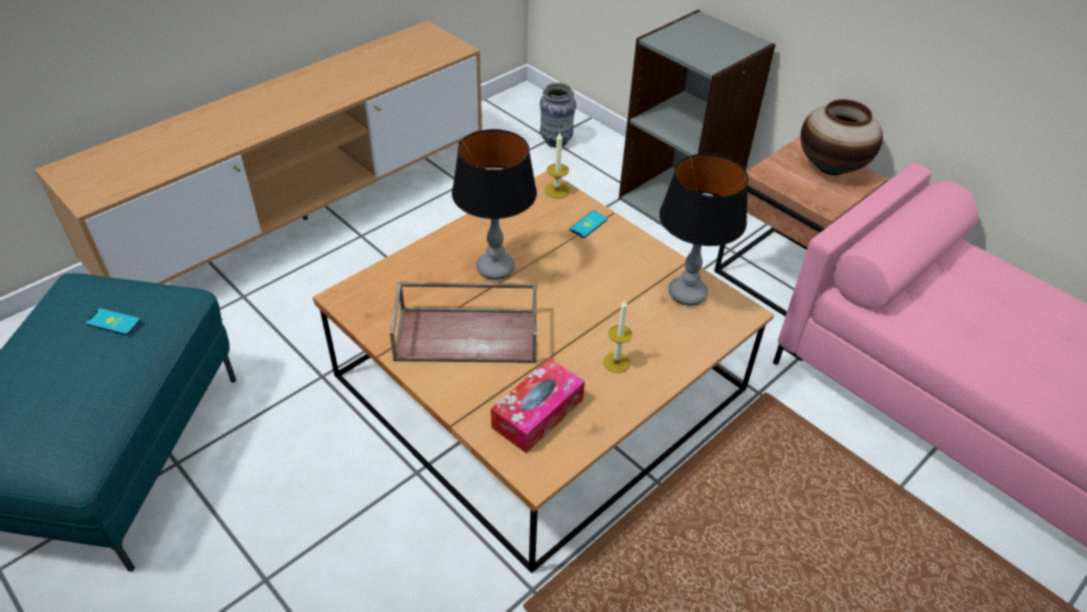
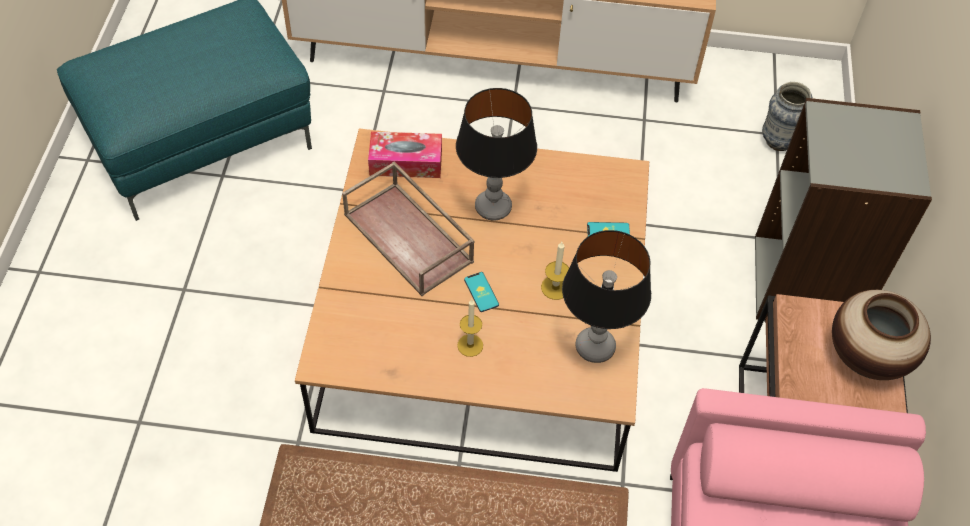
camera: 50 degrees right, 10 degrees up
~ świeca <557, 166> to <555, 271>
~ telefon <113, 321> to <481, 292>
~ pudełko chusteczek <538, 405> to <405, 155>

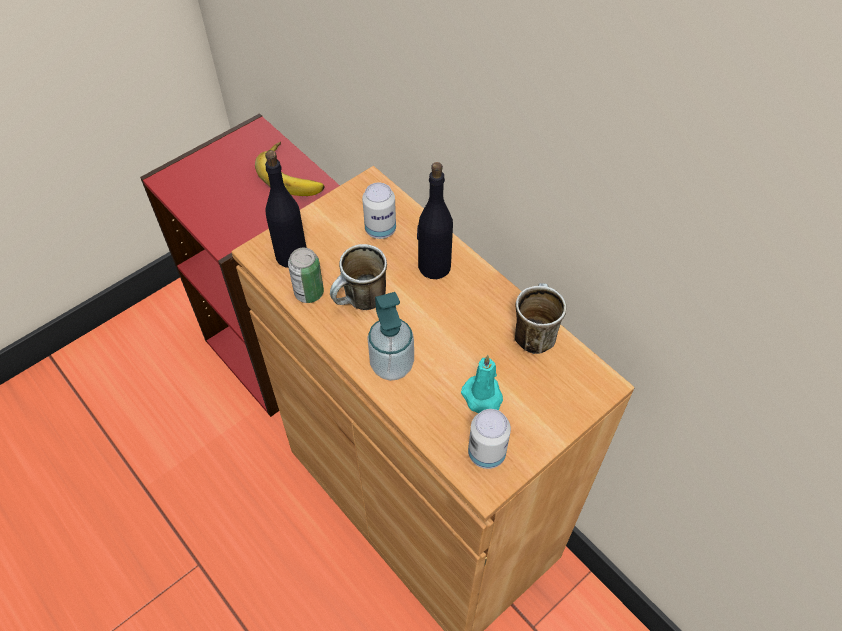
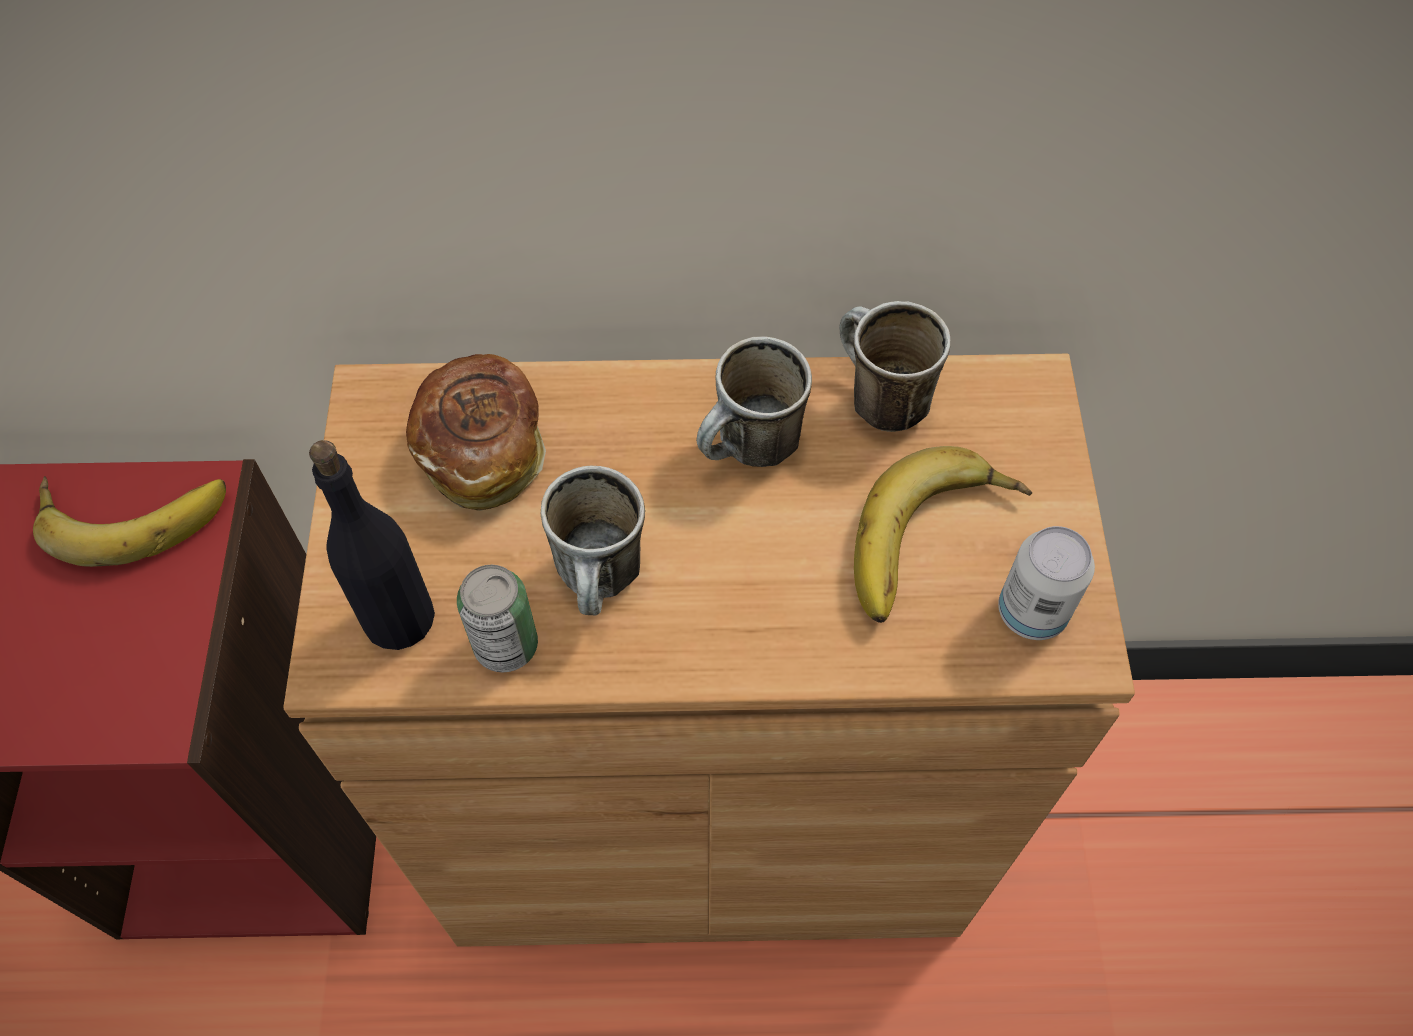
camera: 50 degrees left, 5 degrees up
- butelka [czarny] <435, 220>
~ puszka <379, 210> to chleb <476, 432>
- dozownik mydła <390, 336>
~ świeca [turkusowy] <482, 384> to banan <943, 534>
+ kubek <754, 401>

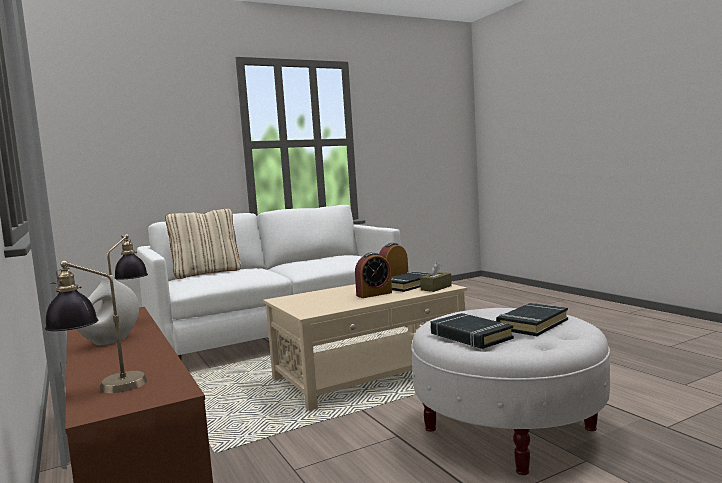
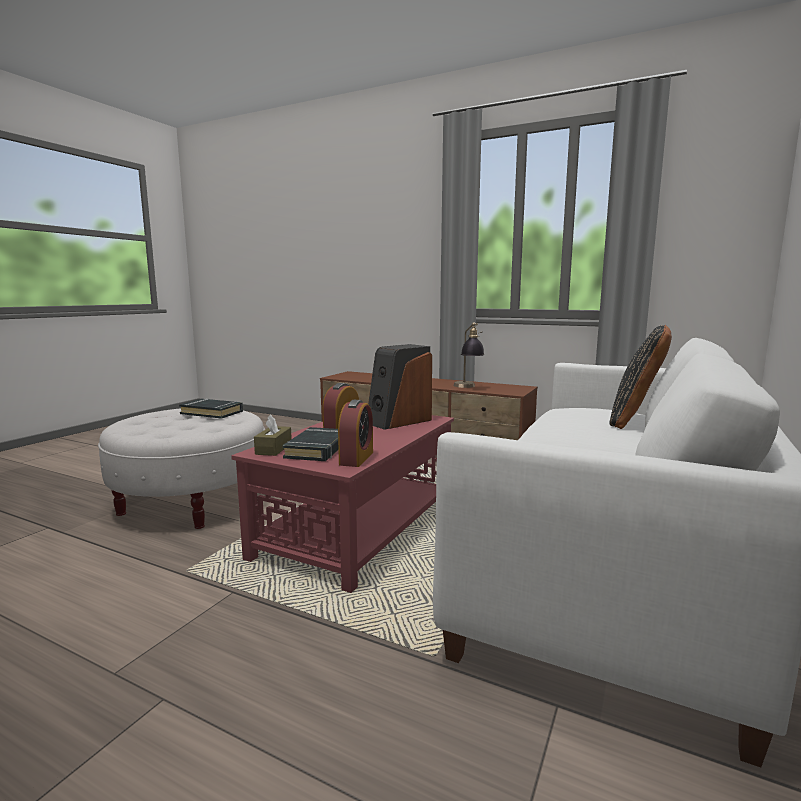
camera: 145 degrees right, 5 degrees up
~ poduszka [beżowy] <203, 243> to poduszka [czarny] <640, 377>
- lampa stołowa <96, 326>
- wazon [biały] <108, 310>
~ ława [beżowy] <365, 347> to ława [czerwony] <342, 504>
- książka [czarny] <532, 319>
+ głośnik <400, 387>

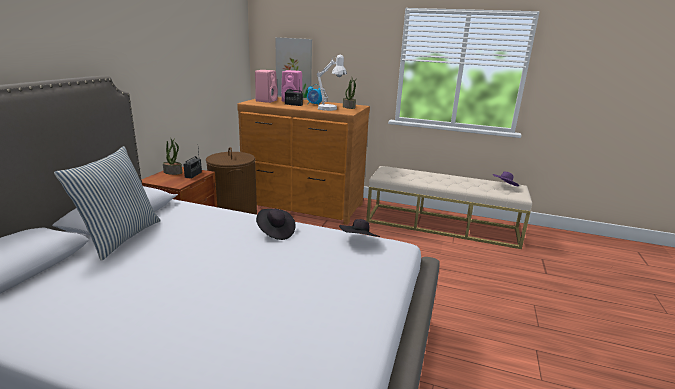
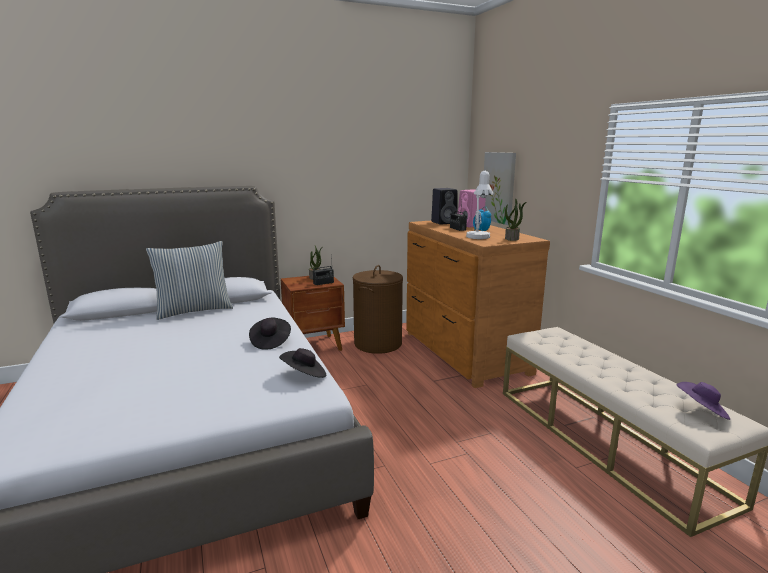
camera: 50 degrees right, 5 degrees down
~ głośnik [różowy] <266, 86> to głośnik [czarny] <444, 206>

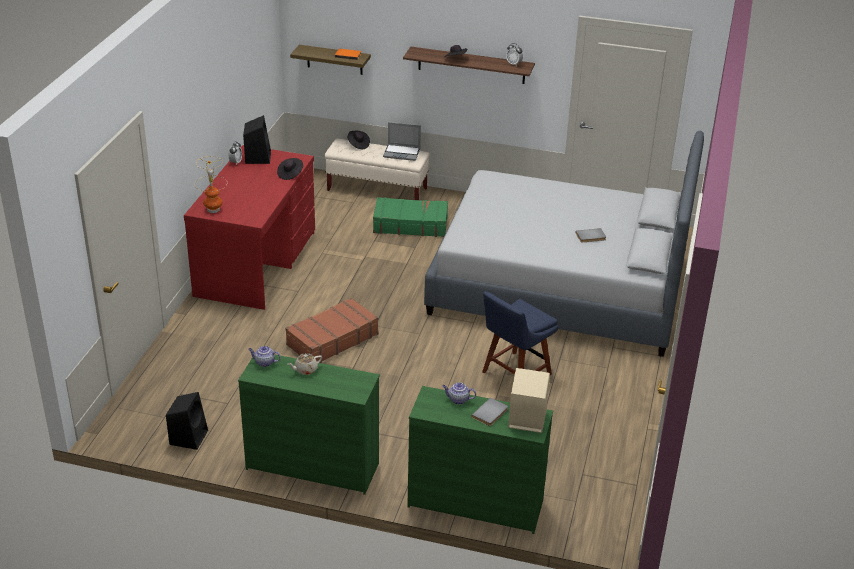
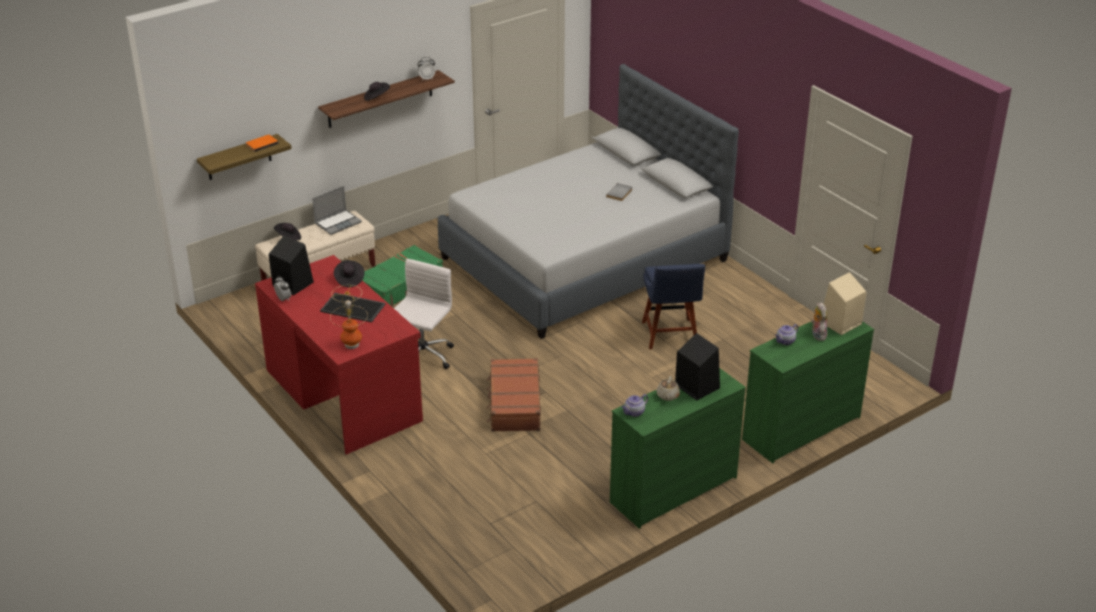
camera: 50 degrees left, 0 degrees up
~ głośnik [czarny] <187, 421> to <697, 366>
~ książka [szary] <490, 411> to pluszak <819, 321>
+ krzesło biurowe [biały] <424, 314>
+ taca <352, 307>

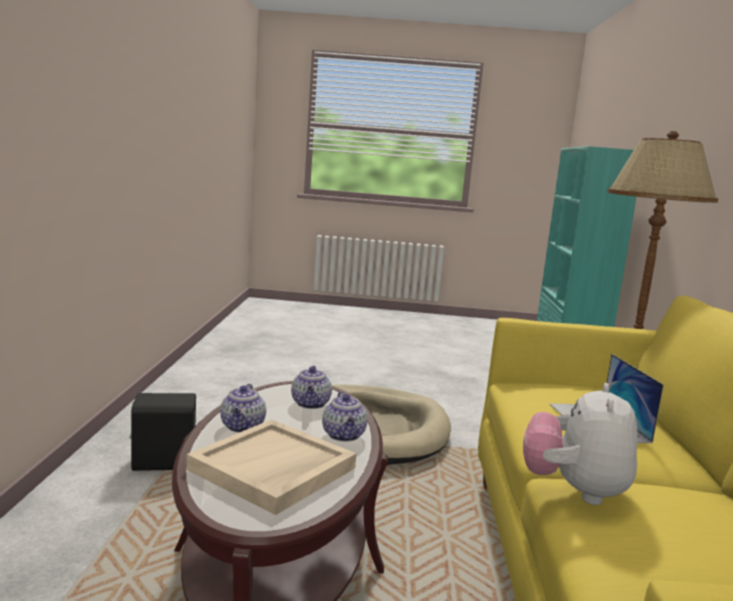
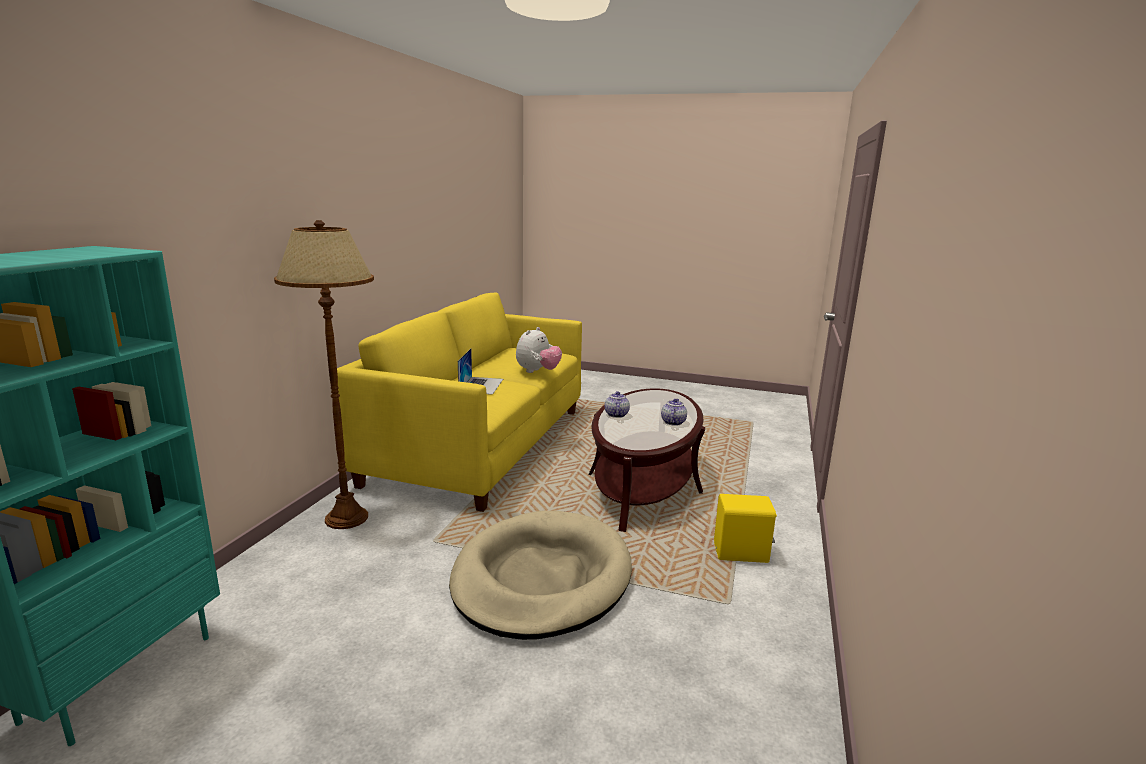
camera: 165 degrees left, 5 degrees up
- imbryk <311, 387>
~ głośnik [czarny] <163, 432> to głośnik [żółty] <745, 528>
- taca [beżowy] <271, 467>

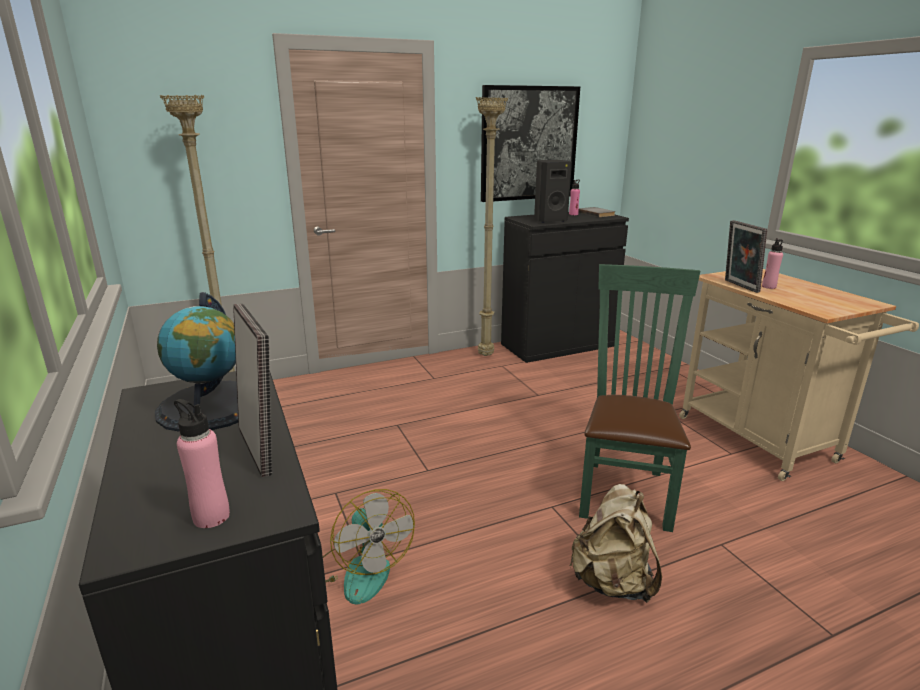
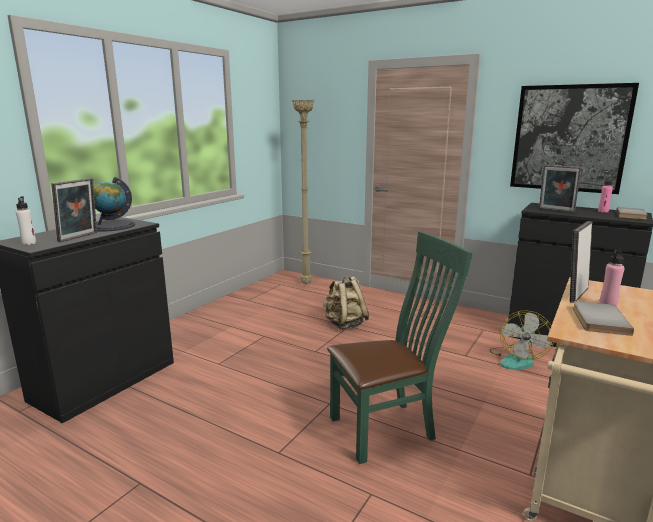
camera: 55 degrees right, 5 degrees down
- lampa stojąca [beżowy] <492, 226>
~ głośnik [czarny] <553, 191> to ramka na zdjęcie <560, 188>
~ butelka [różowy] <202, 463> to butelka [biały] <26, 220>
~ plecak [beżowy] <615, 543> to <346, 303>
~ wentylator <369, 546> to <522, 340>
+ książka [szary] <603, 318>

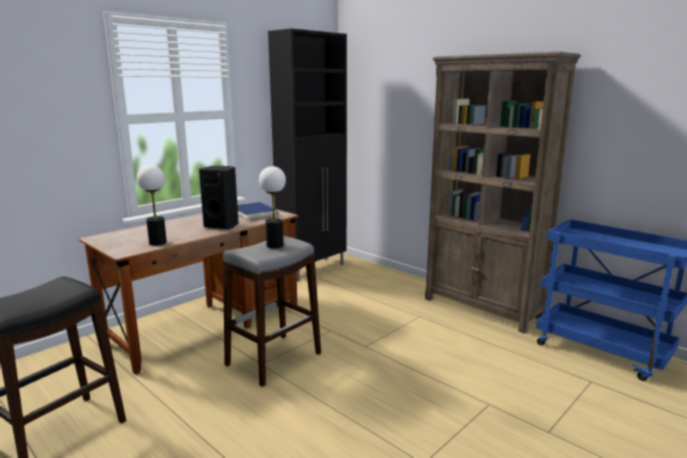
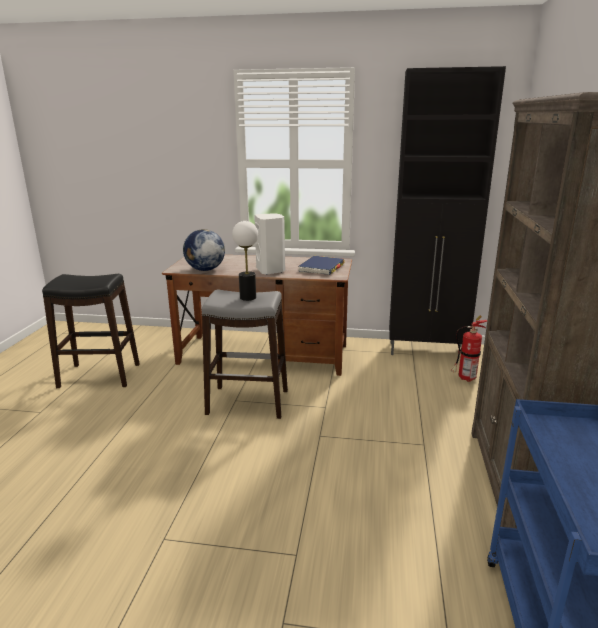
camera: 55 degrees right, 5 degrees up
~ lampa stołowa <152, 205> to globus <204, 250>
~ głośnik [czarny] <218, 198> to głośnik [biały] <269, 244>
+ gaśnica <469, 348>

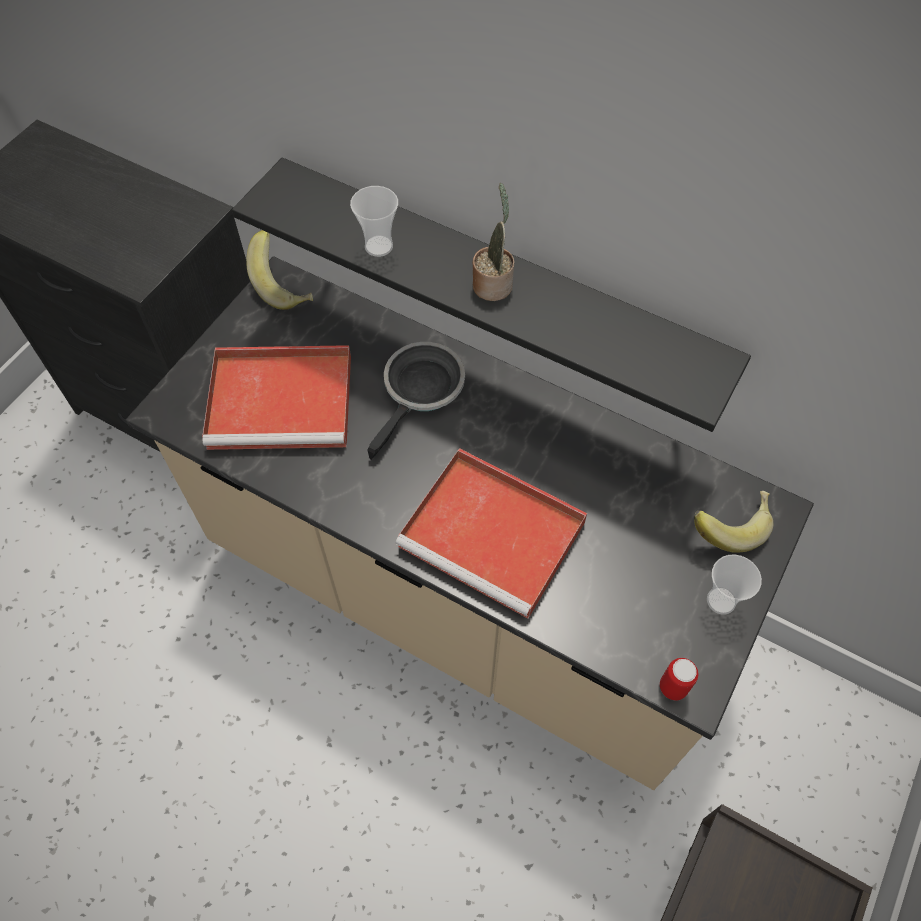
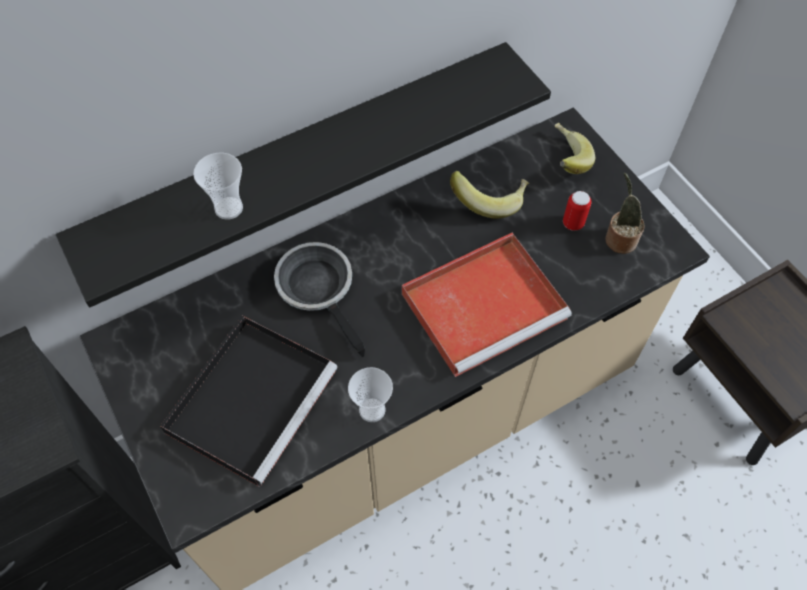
camera: 60 degrees left, 0 degrees up
~ roślina doniczkowa <493, 242> to <624, 213>
~ banan <279, 270> to <489, 195>
~ taca [czerwony] <276, 397> to taca [czarny] <249, 401>
~ filiżanka <734, 584> to <370, 394>
~ puszka <679, 679> to <577, 211>

